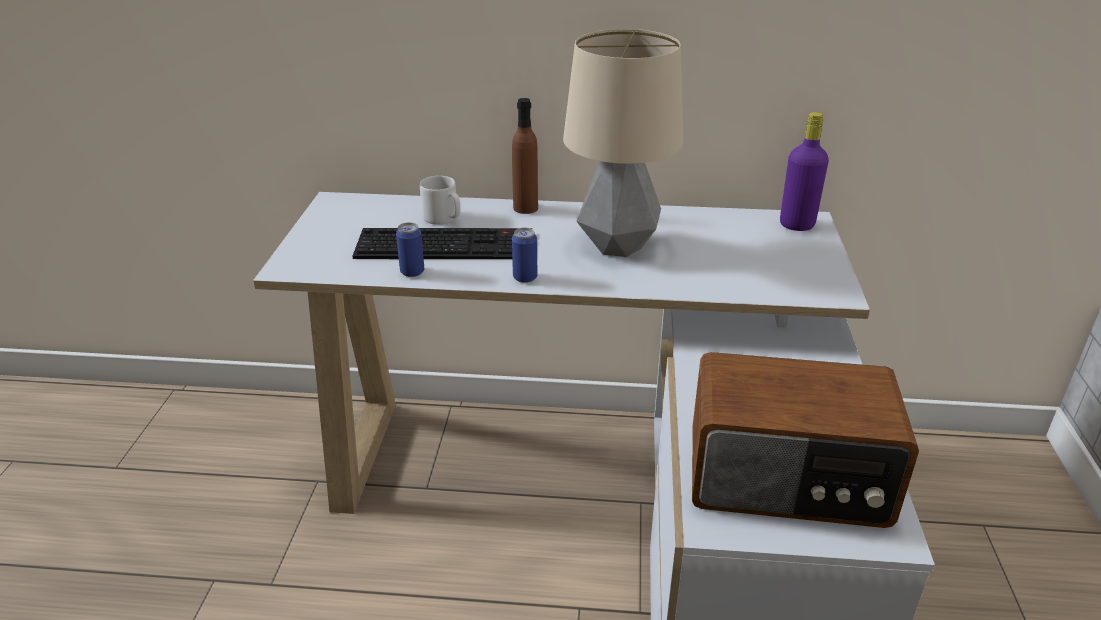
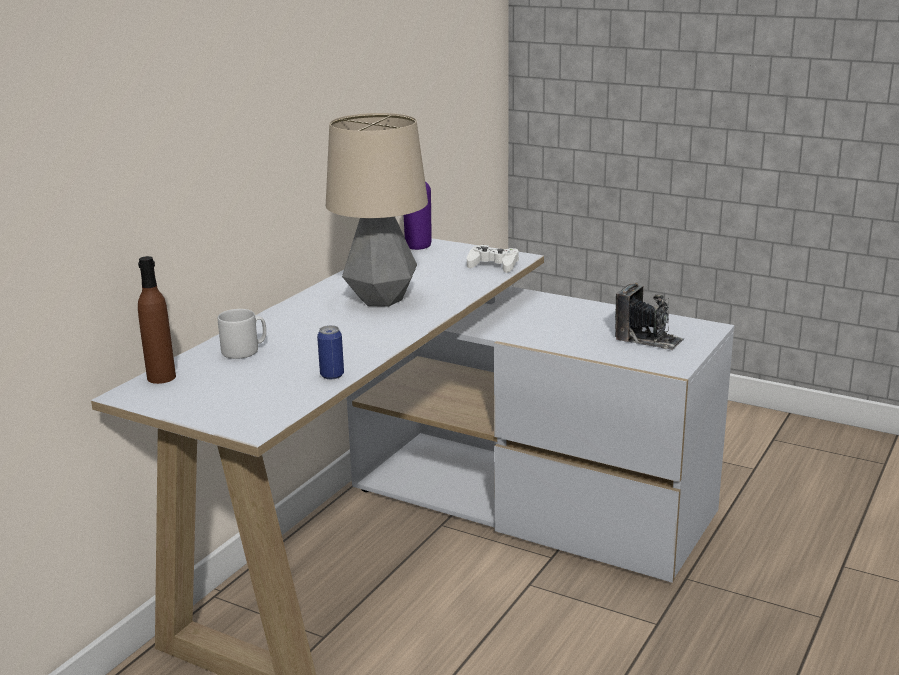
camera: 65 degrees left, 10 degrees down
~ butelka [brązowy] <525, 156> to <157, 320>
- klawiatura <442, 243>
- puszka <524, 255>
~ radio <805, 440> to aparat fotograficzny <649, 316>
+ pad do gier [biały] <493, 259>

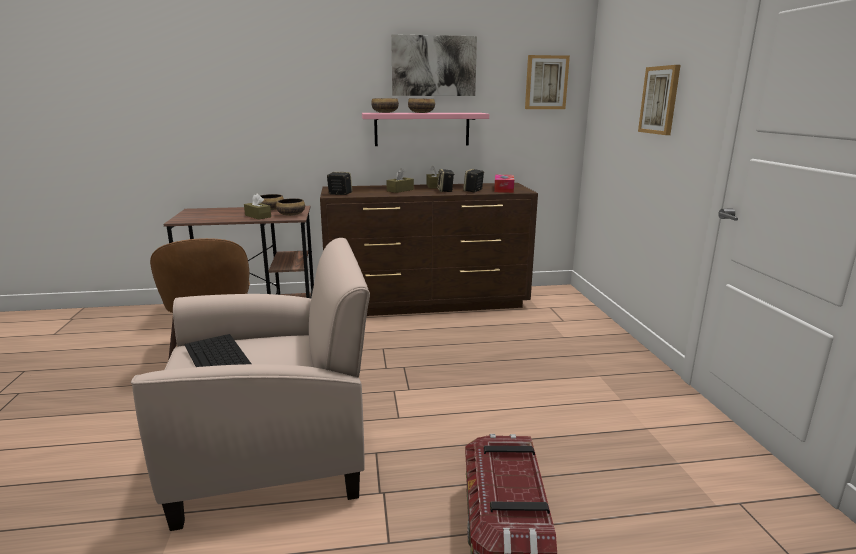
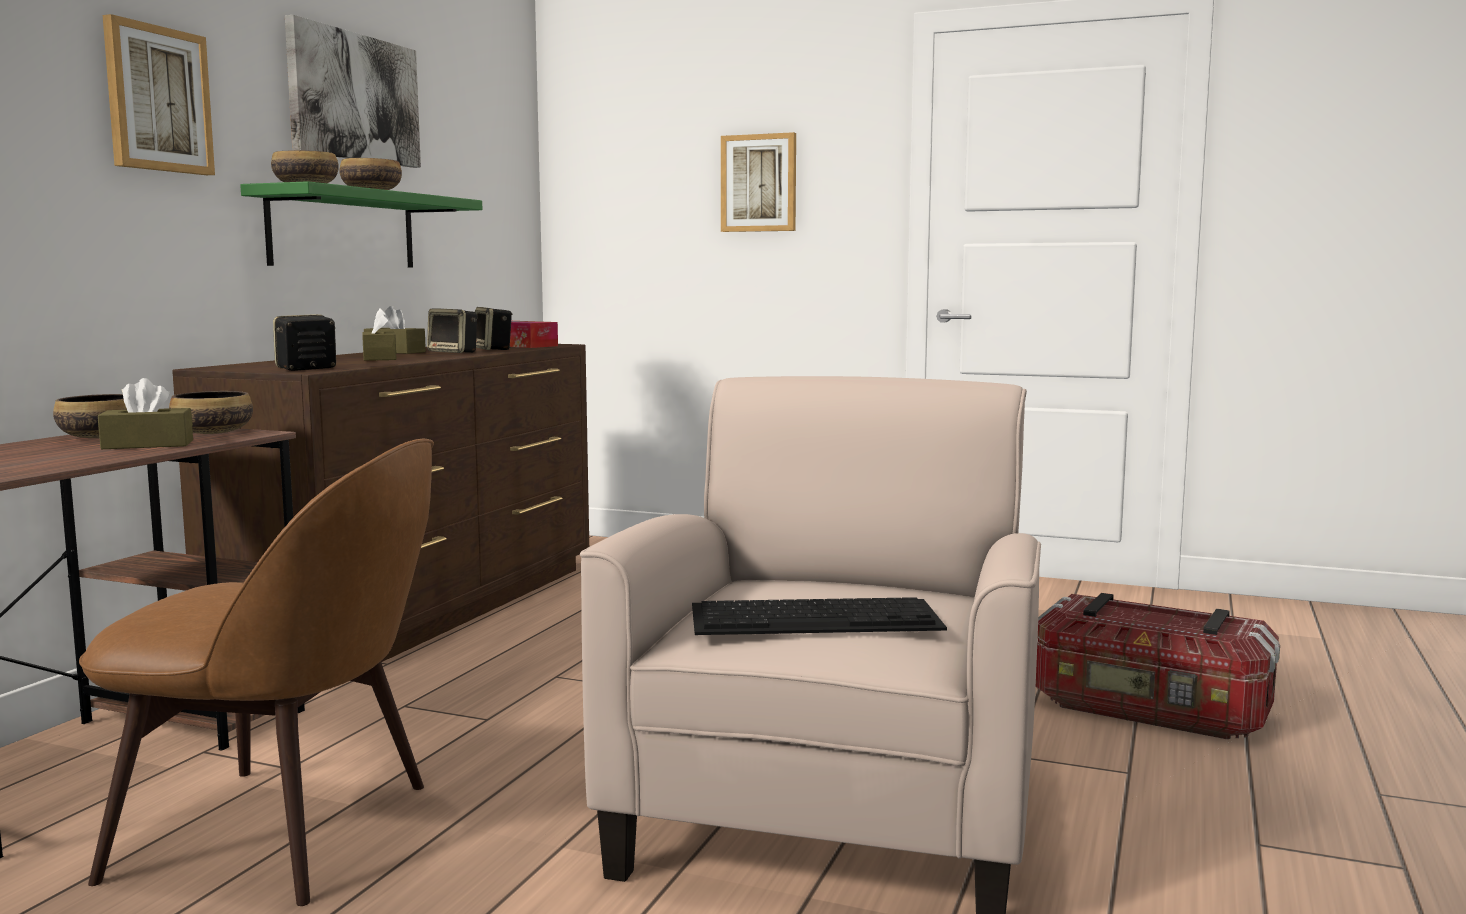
camera: 60 degrees left, 10 degrees down
~ obraz <547, 82> to <159, 94>
~ półka [różowy] <425, 129> to półka [zielony] <361, 224>

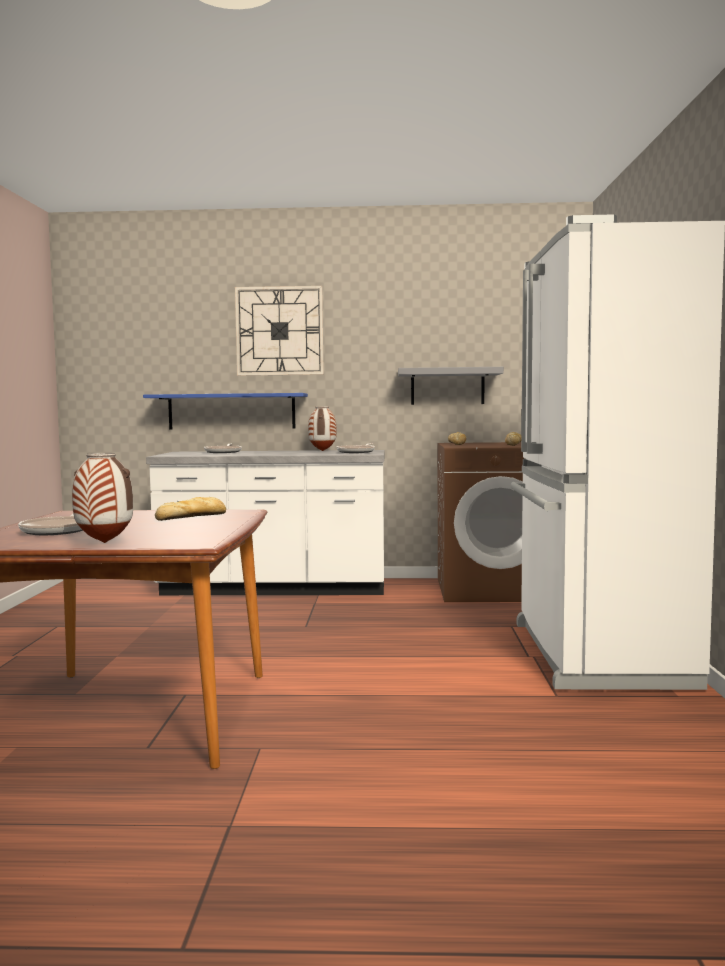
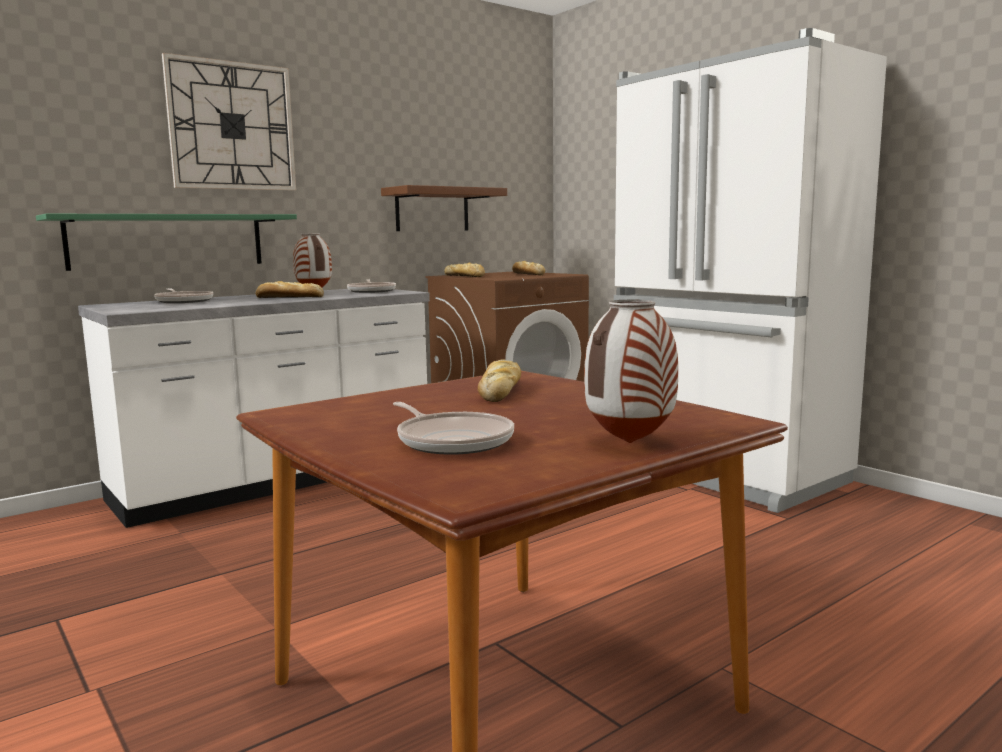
camera: 40 degrees left, 5 degrees up
~ półka [szary] <451, 386> to półka [brązowy] <444, 208>
~ półka [niebieski] <225, 411> to półka [zielony] <166, 242>
+ chleb <289, 289>

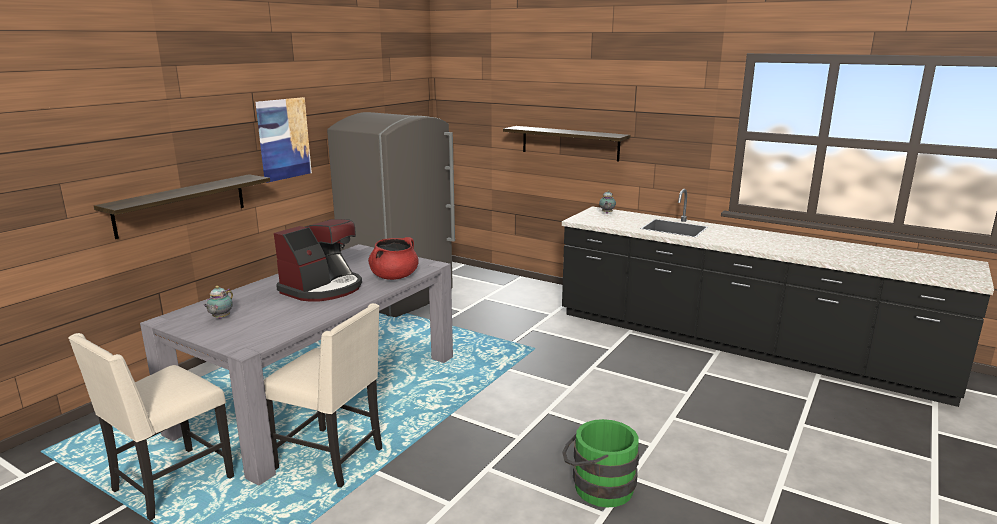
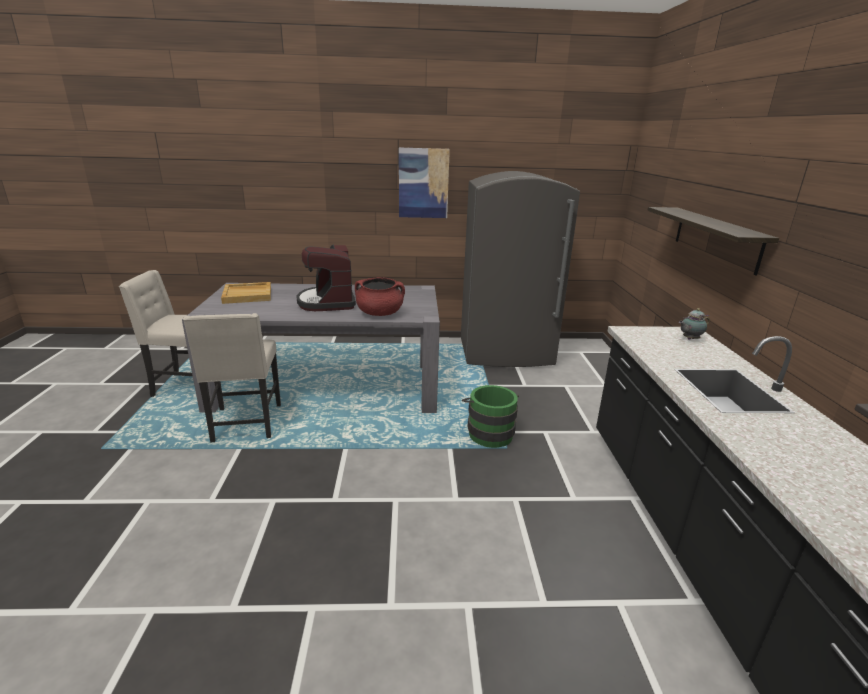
camera: 55 degrees right, 5 degrees up
- półka <182, 206>
~ ekspres do kawy <318, 260> = <326, 278> 75 degrees clockwise
~ imbryk <218, 302> to taca [beżowy] <246, 293>
~ wiadro [zielony] <600, 463> to <490, 416>

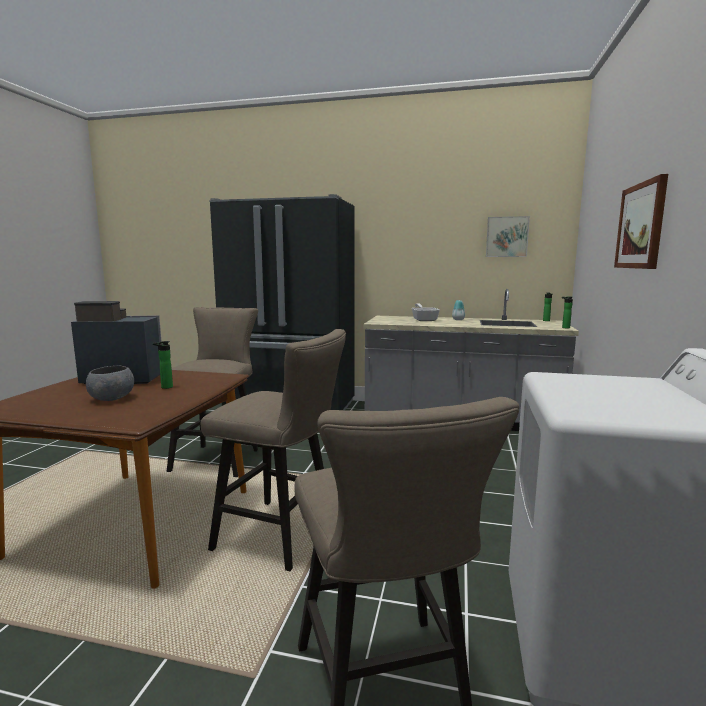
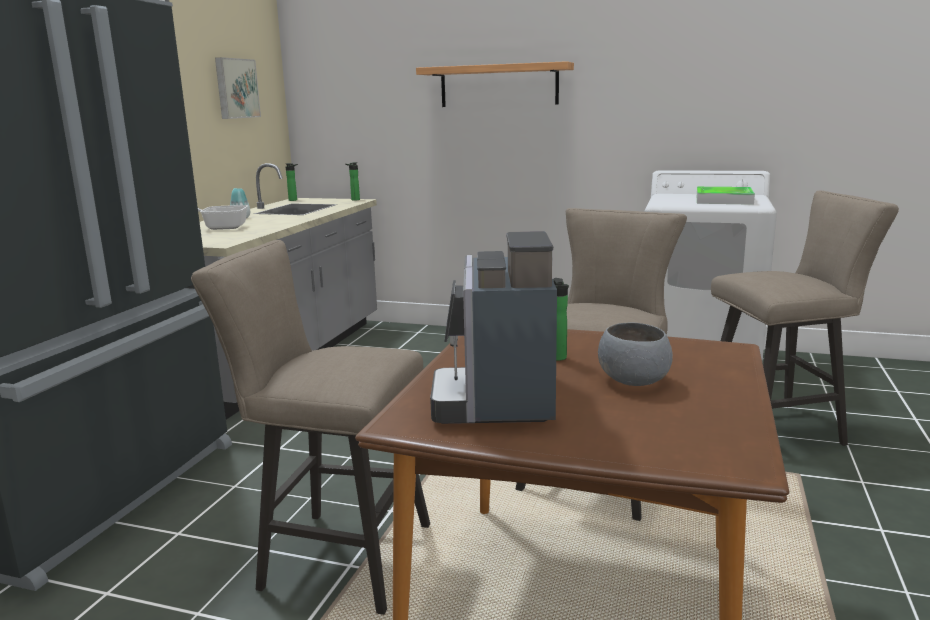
camera: 85 degrees left, 5 degrees up
~ obraz <641, 221> to półka <495, 84>
+ taca <726, 196>

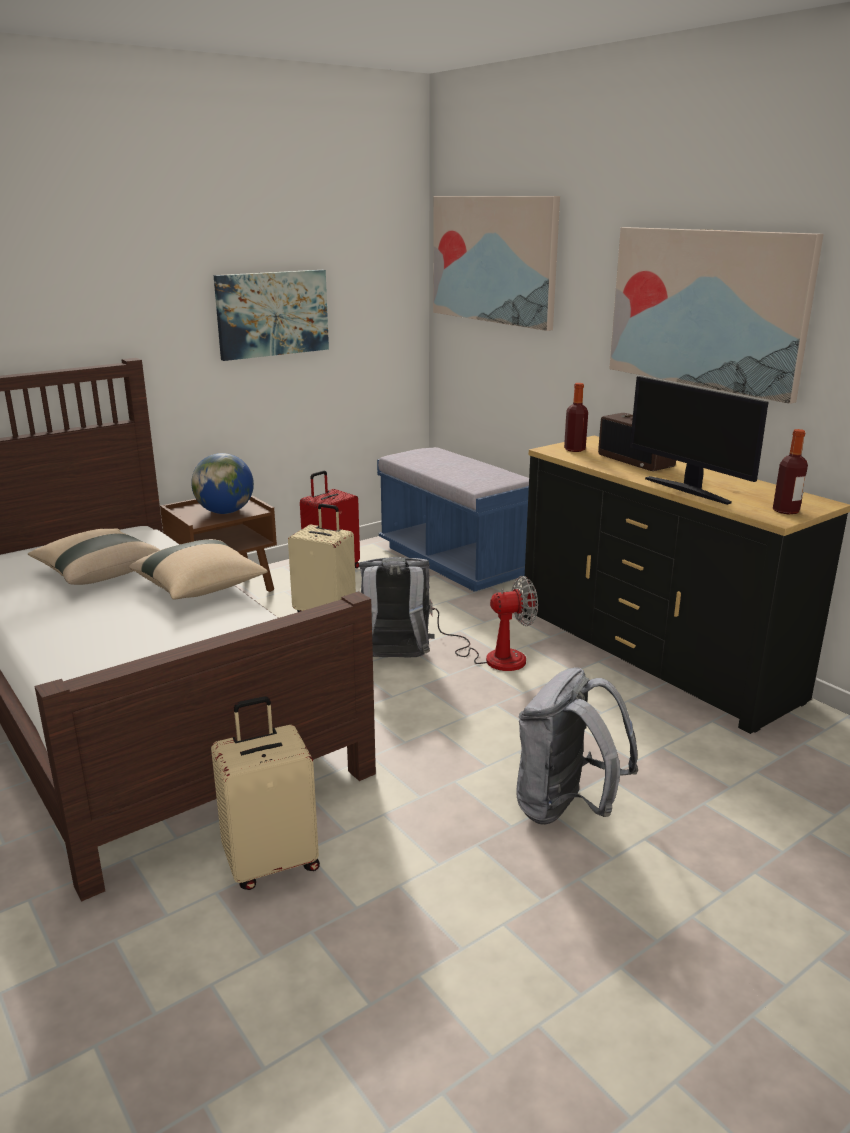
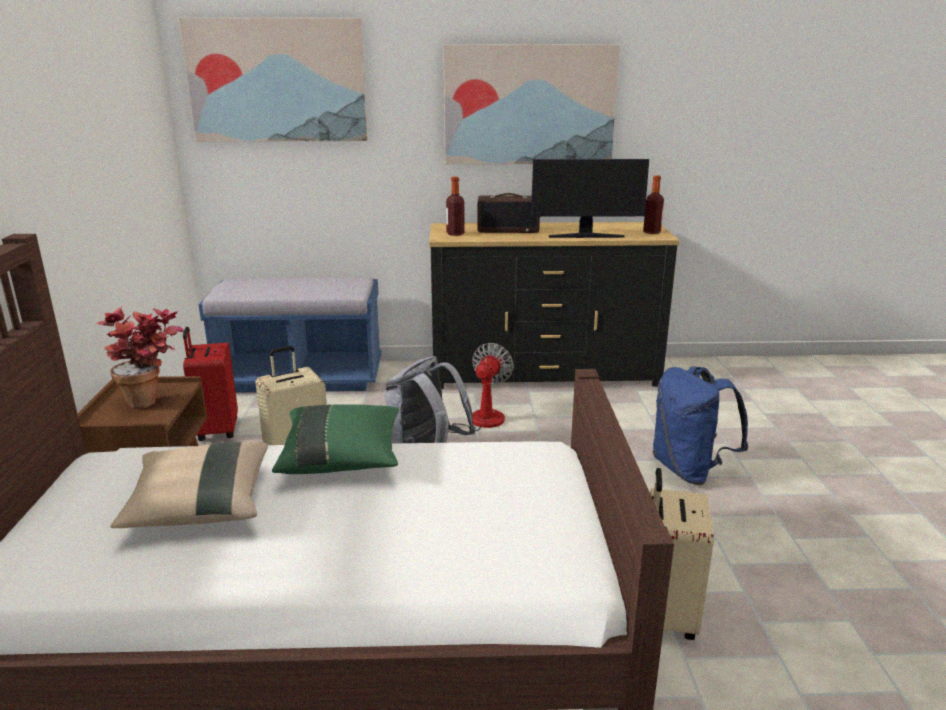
camera: 55 degrees left, 0 degrees up
- obraz <271, 315>
~ globus <222, 483> to roślina doniczkowa <140, 357>
~ poduszka [beżowy] <198, 569> to poduszka [zielony] <335, 439>
~ plecak [szary] <577, 746> to plecak [niebieski] <700, 425>

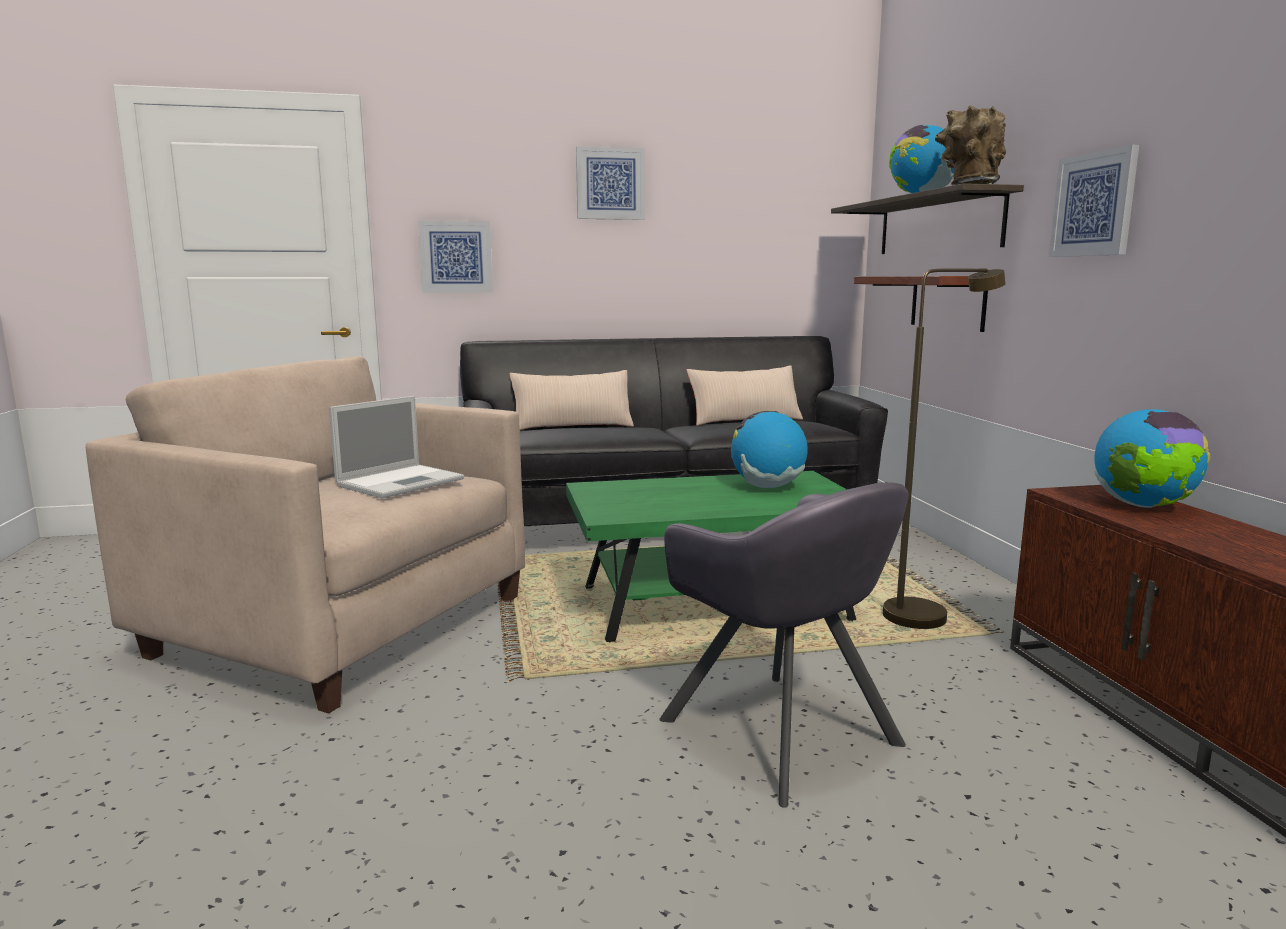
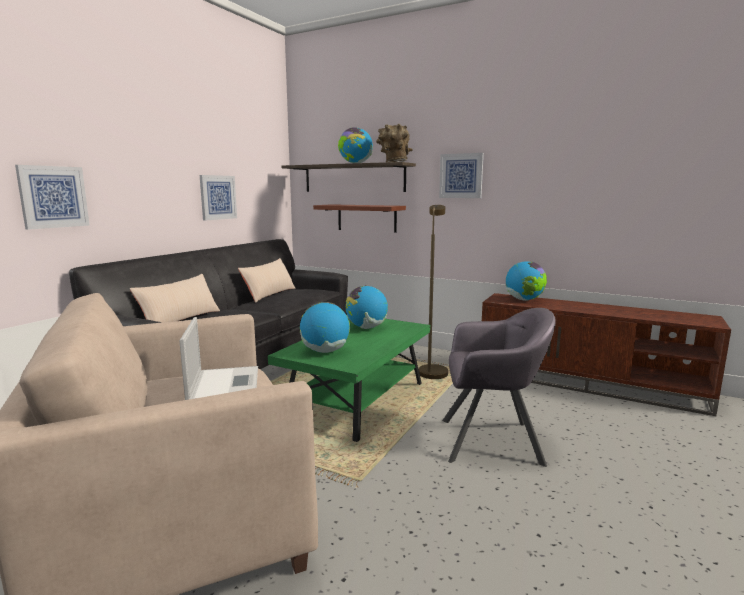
camera: 50 degrees left, 0 degrees up
~ obraz <610, 183> to <218, 198>
+ globus <325, 327>

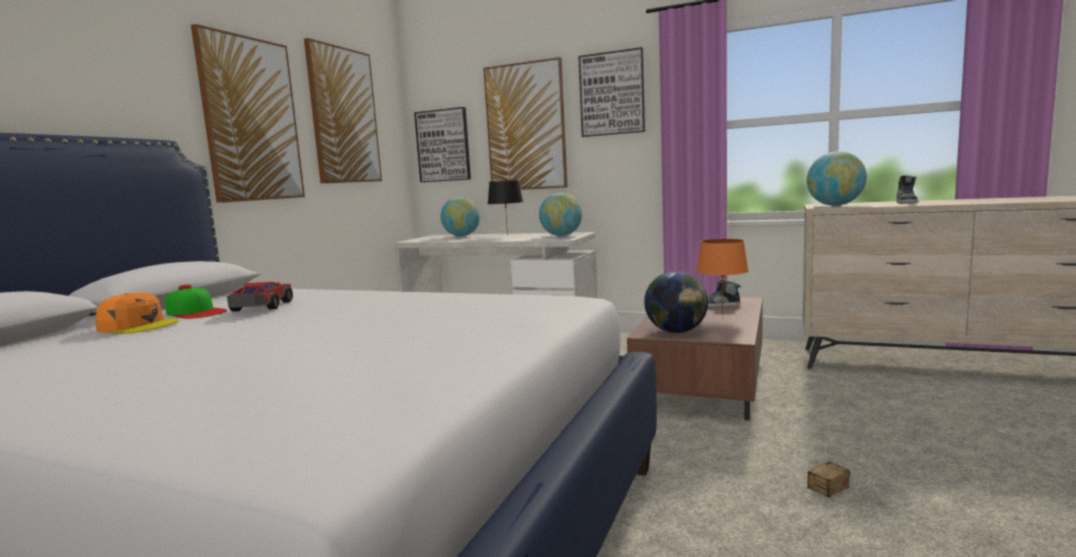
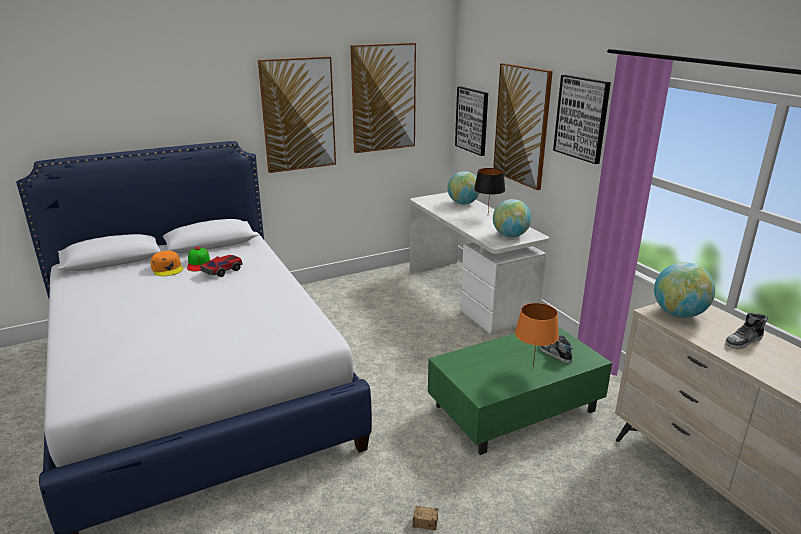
camera: 40 degrees right, 15 degrees up
- globus <676, 302>
~ ława [brązowy] <695, 358> to ława [zielony] <520, 390>

